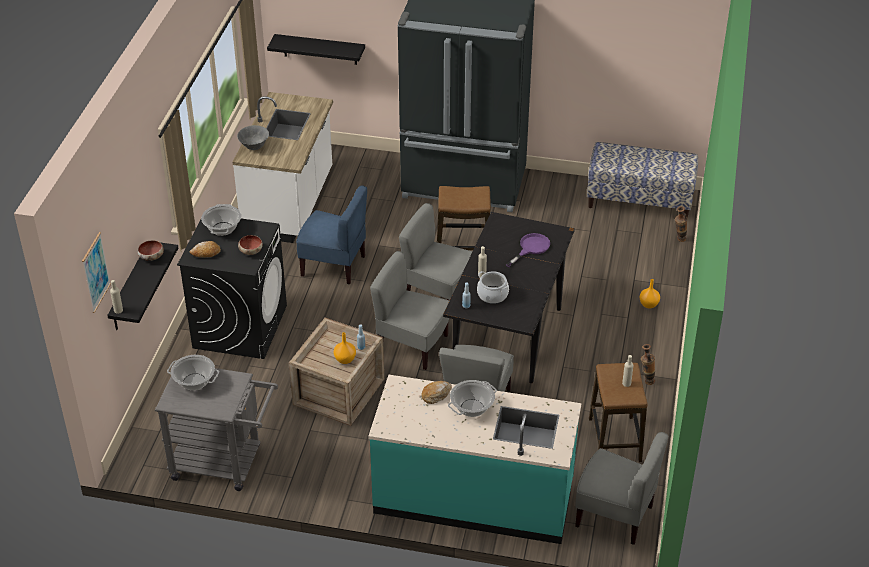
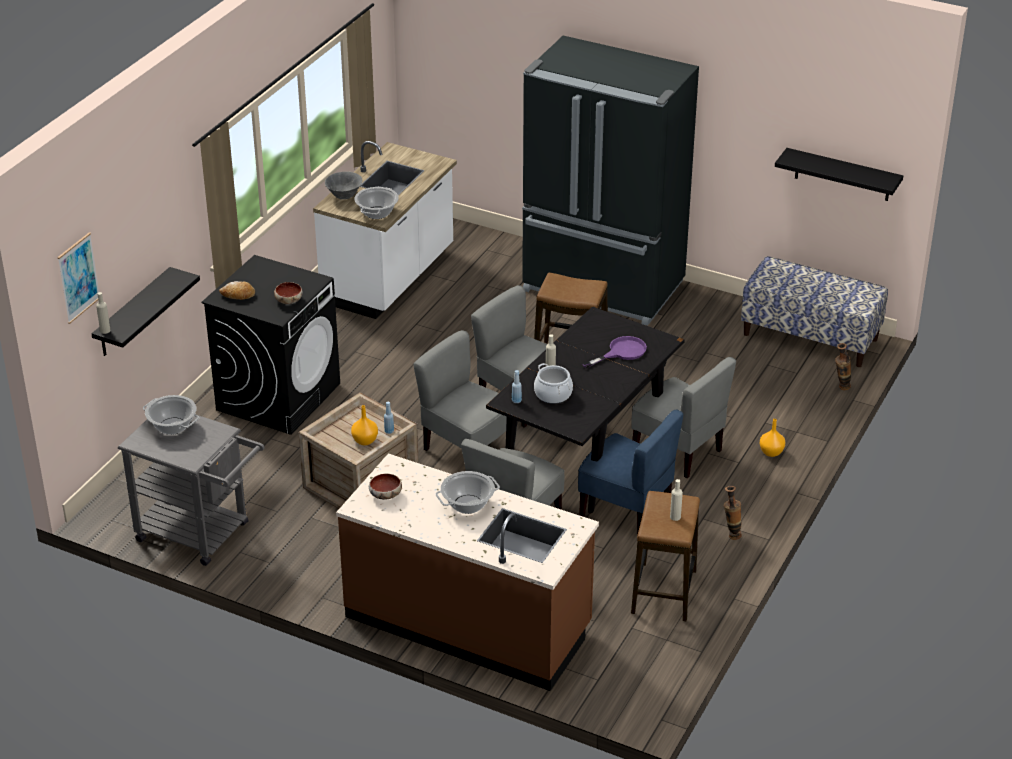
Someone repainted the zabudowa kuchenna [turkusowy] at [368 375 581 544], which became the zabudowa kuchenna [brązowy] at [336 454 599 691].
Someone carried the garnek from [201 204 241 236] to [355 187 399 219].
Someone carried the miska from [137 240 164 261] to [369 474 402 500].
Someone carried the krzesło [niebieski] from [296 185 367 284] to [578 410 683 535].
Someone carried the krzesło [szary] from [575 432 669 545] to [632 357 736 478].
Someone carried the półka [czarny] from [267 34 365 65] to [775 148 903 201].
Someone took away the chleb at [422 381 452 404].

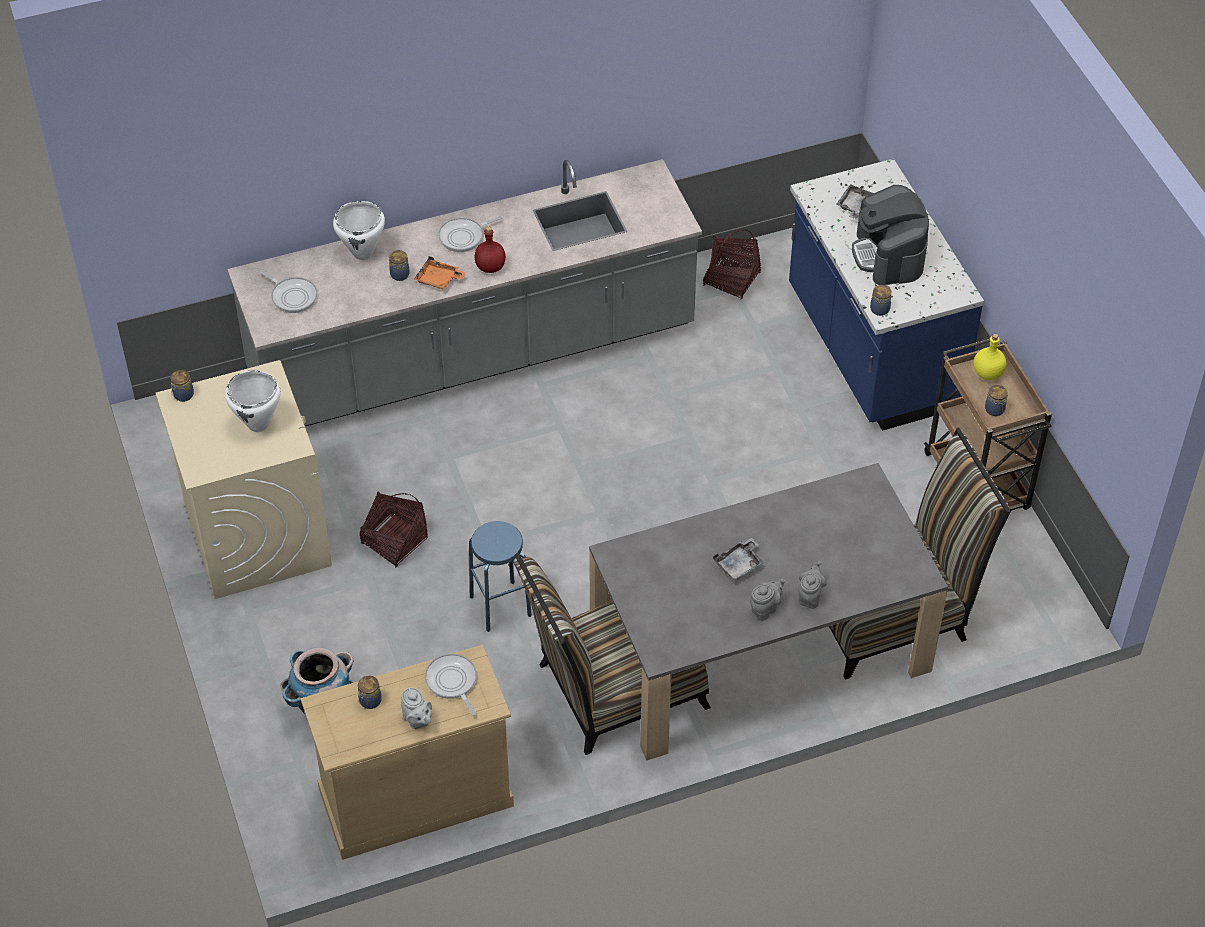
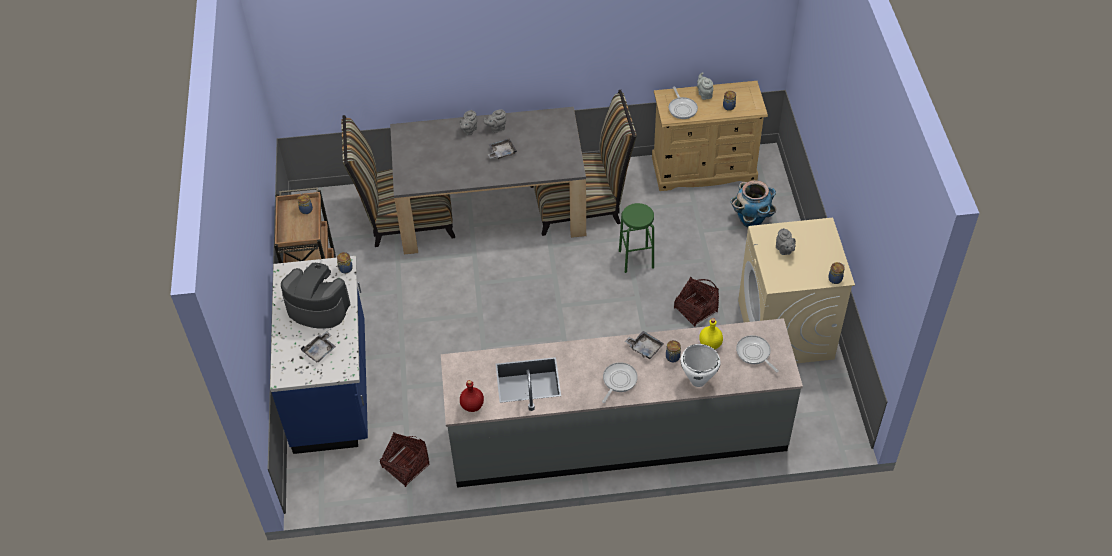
Someone rotated the ekspres do kawy at [852 185 929 285] by 75 degrees counterclockwise.
Someone carried the butelka [czerwony] from [474 227 506 273] to [460 380 484 412].
Someone rotated the patelnia at [438 216 503 252] by 45 degrees counterclockwise.
Someone repainted the stołek [niebieski] at [469 521 532 632], which became the stołek [zielony] at [619 203 654 273].
Someone repainted the taca [pomarańczowy] at [414 256 466 289], which became the taca [szary] at [625 331 664 359].
Someone carried the butelka [żółty] from [973 334 1007 380] to [699 318 723 349].
Someone swapped the garnek [biały] at [225 370 281 432] for the imbryk [szary] at [776 228 796 255].

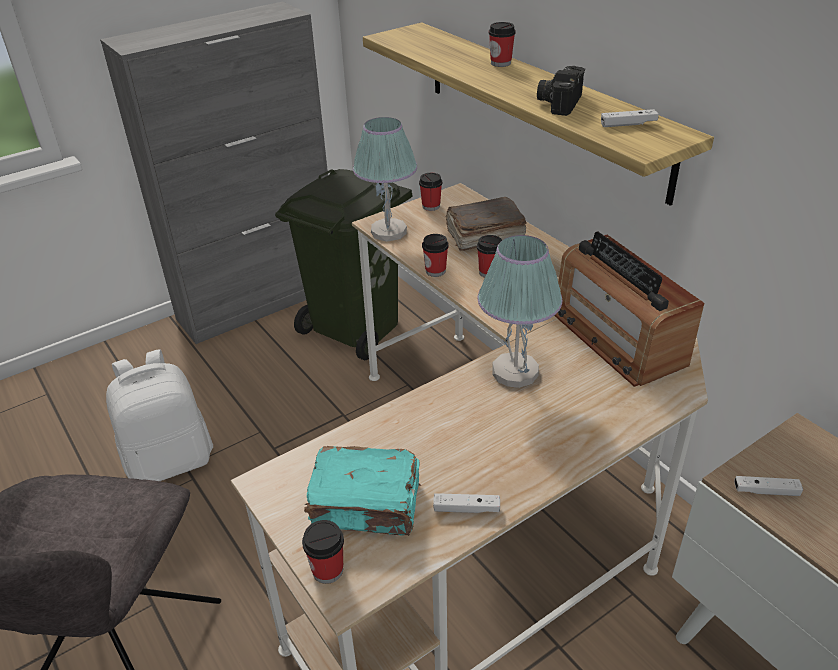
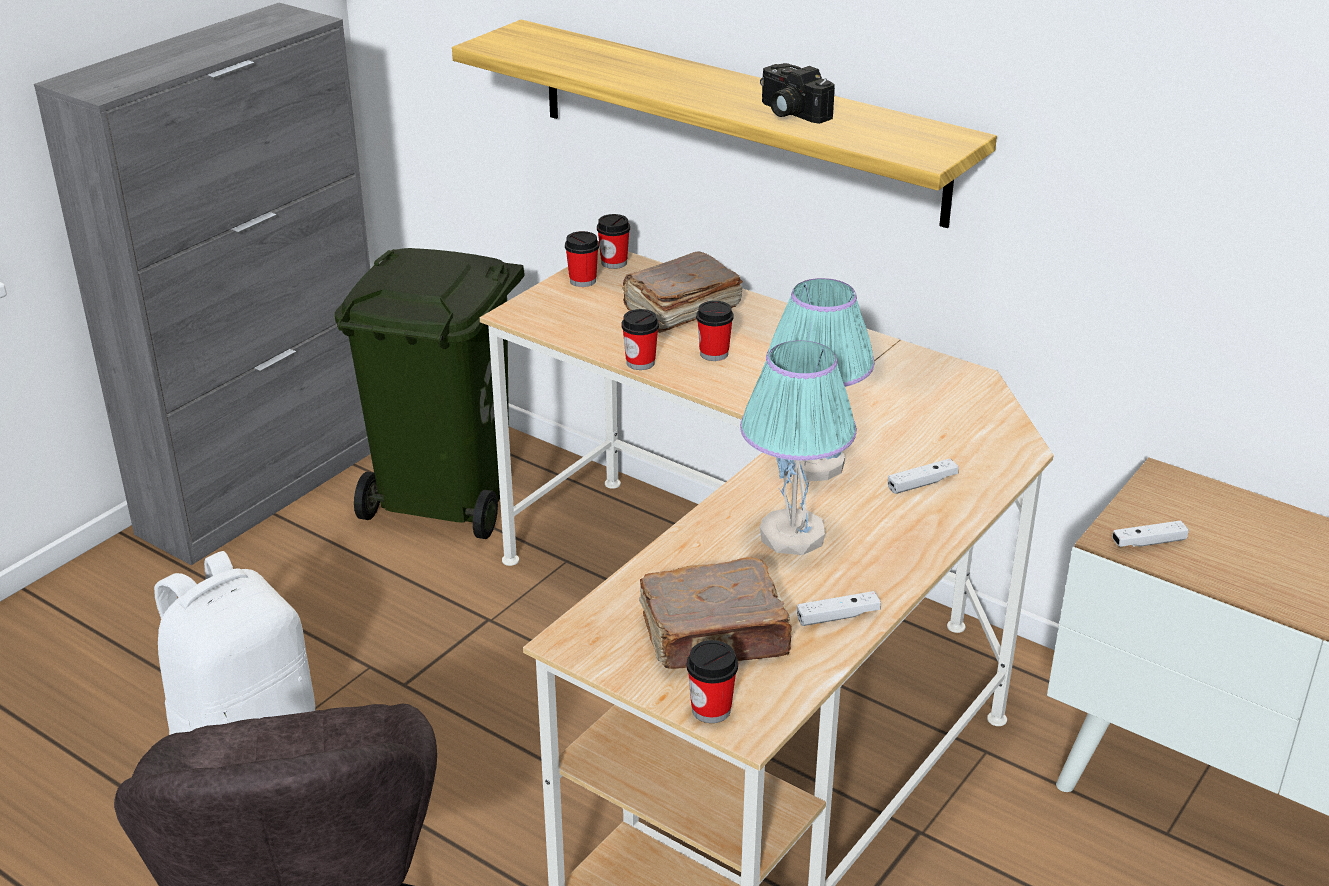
Someone carried the filiżanka from [489 22 516 67] to [597 214 630 269].
Someone repainted the książka [turkusowy] at [304 446 421 536], which became the książka [brązowy] at [639 557 795 669].
Someone carried the lampa stołowa from [353 117 417 242] to [740 340 857 555].
Someone rotated the aparat fotograficzny at [537 66 585 116] by 45 degrees counterclockwise.
Someone carried the pad do gier [biały] from [601 109 659 127] to [888 458 959 494].
Someone took away the radio at [554 232 704 387].

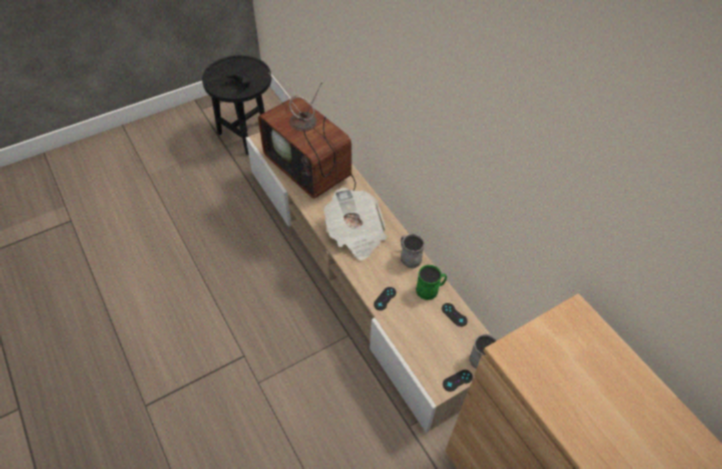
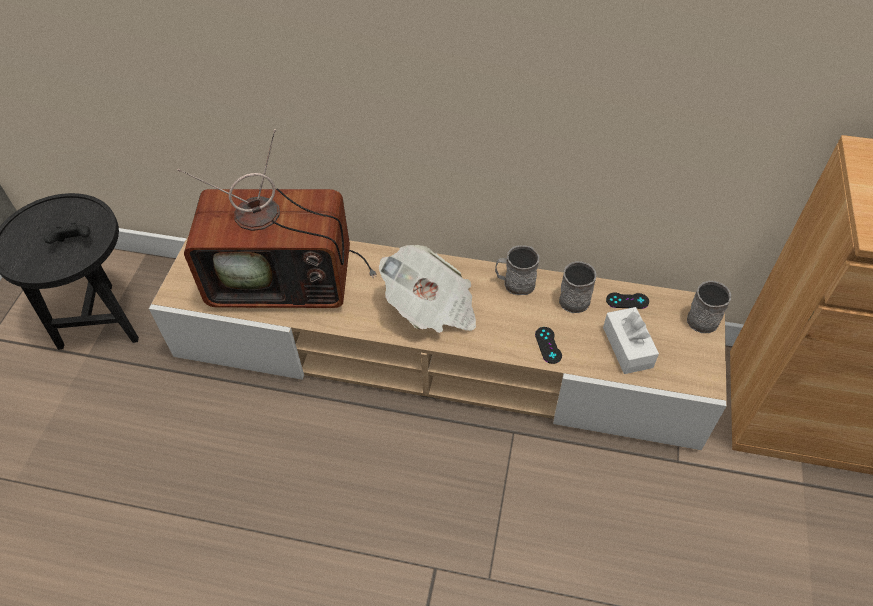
Someone repainted the kubek [zielony] at [416 265 447 300], which became the kubek [szary] at [559 261 596 313].
Someone put down the pudełko chusteczek [biały] at [603 307 659 374].
Someone took away the pad do gier [czarny] at [443 370 473 392].

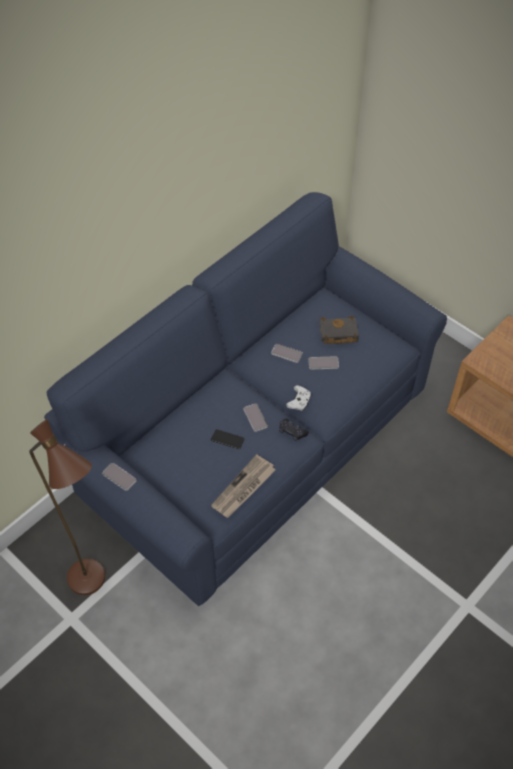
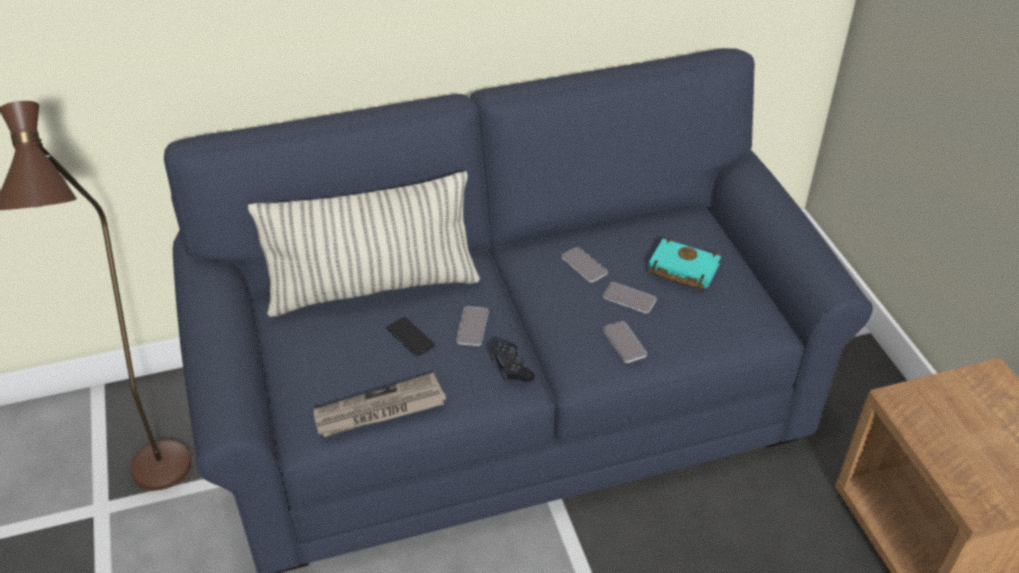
Someone put down the poduszka at [248 171 480 317].
Someone carried the telefon from [102 463 137 491] to [603 321 647 363].
Someone repainted the książka [czarny] at [319 316 359 344], which became the książka [turkusowy] at [648 238 721 290].
Someone took away the pad do gier [biały] at [286 385 311 411].

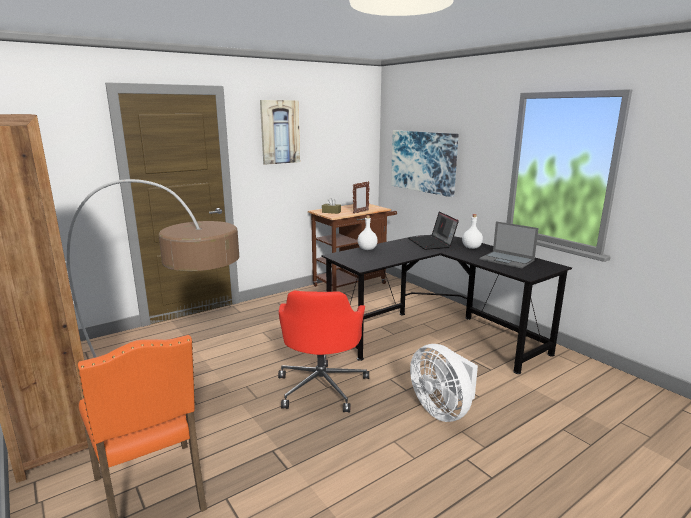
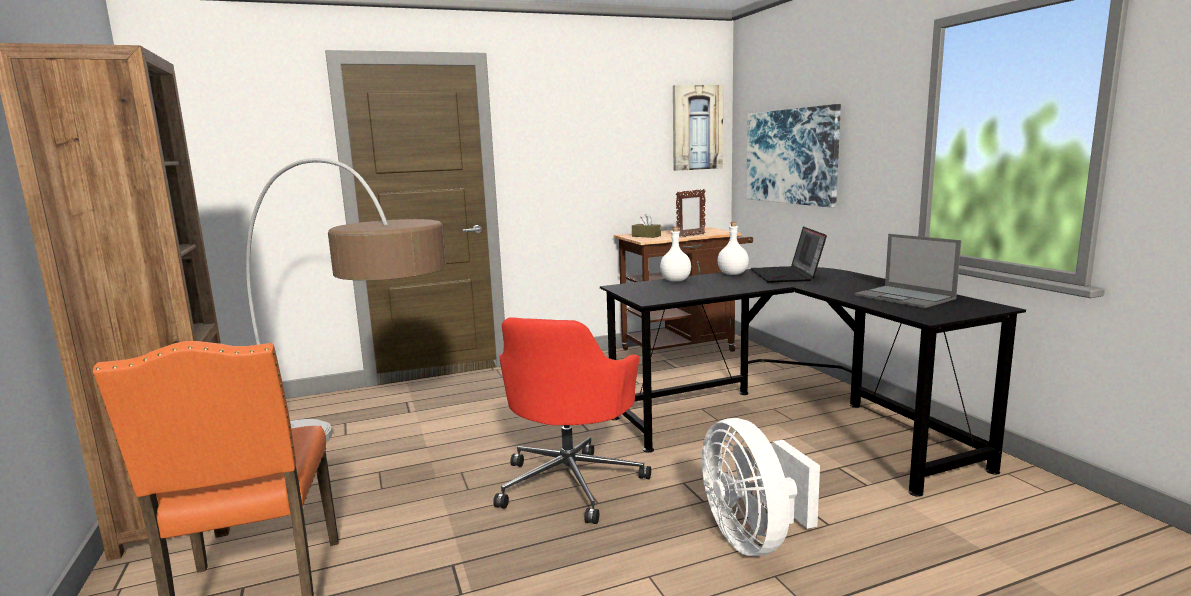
Someone carried the obraz from [260 100 300 165] to [673 85 723 171].
Someone carried the butelka [biały] from [462 214 483 249] to [718 222 749 275].

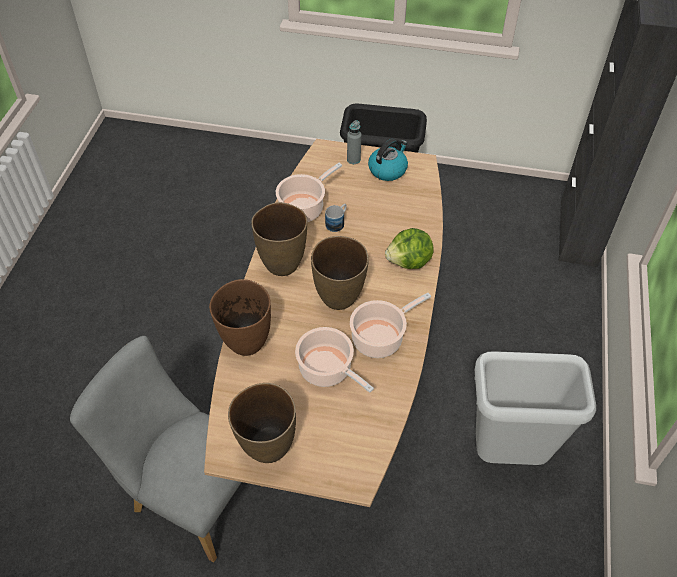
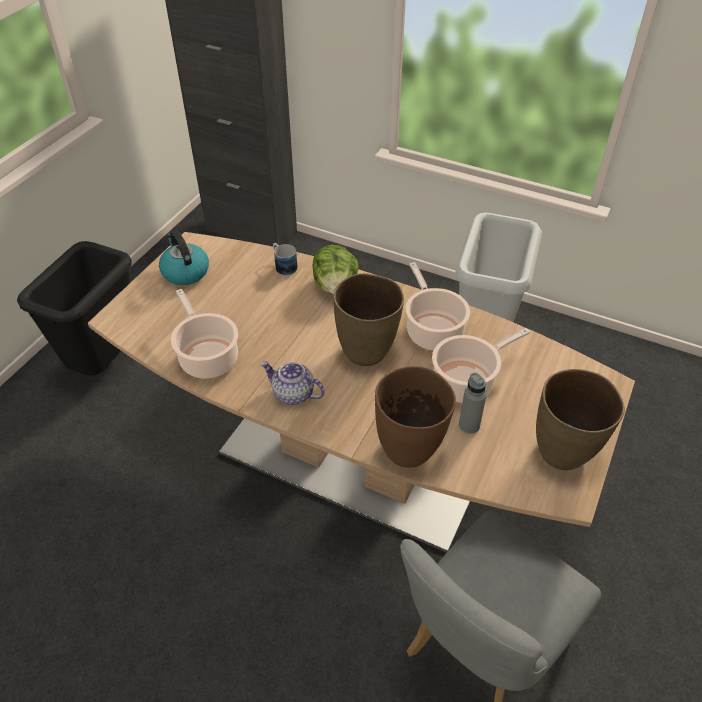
Someone swapped the wazon [brązowy] at [251 202 307 276] for the imbryk at [261 361 325 405].
Someone carried the kubek from [325 204 347 232] to [273 243 297 275].
Someone carried the butelka [szary] from [347 120 361 164] to [459 373 487 434].

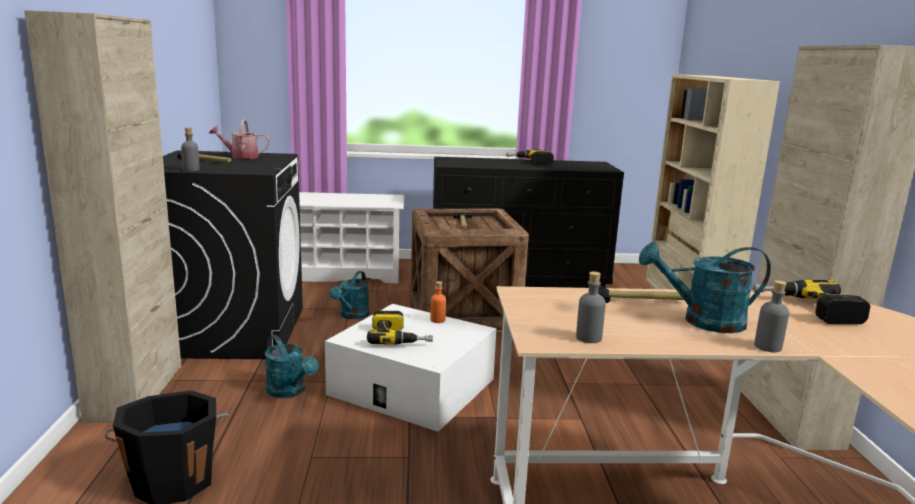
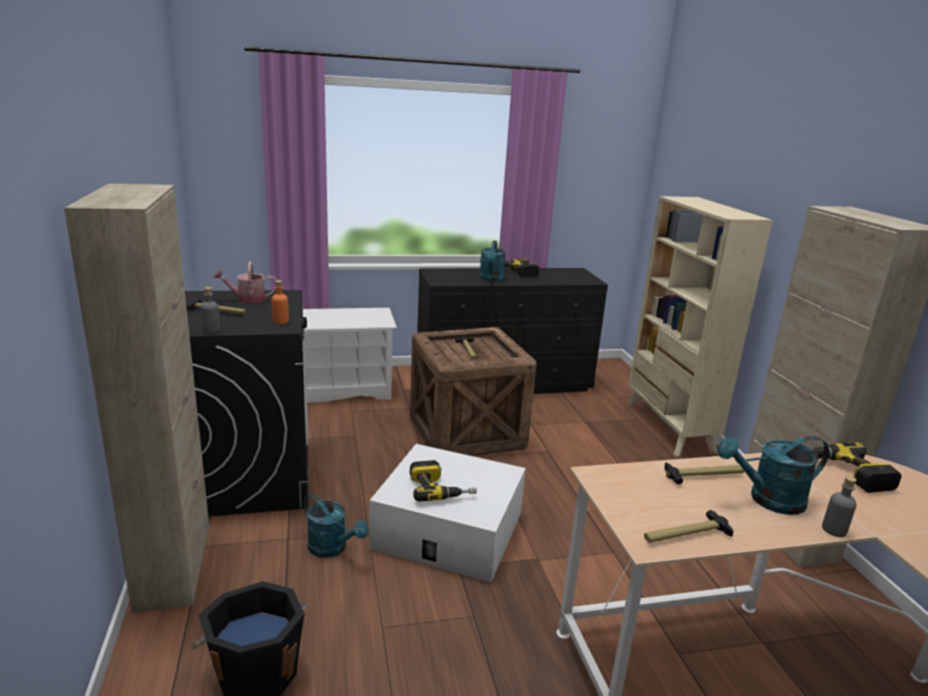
Someone carried the butelka [pomarańczowy] from [430 281 446 323] to [272 280 289 324].
Someone carried the konewka [turkusowy] from [329 271 370 319] to [479 241 506 282].
Someone swapped the butelka [szary] at [576 271 606 343] for the młotek at [644 510 734 543].

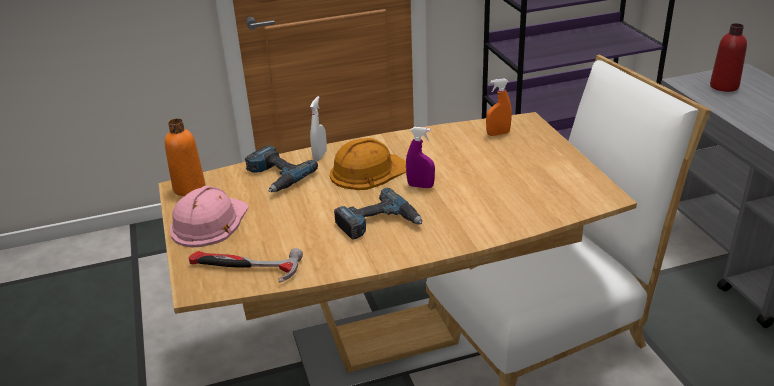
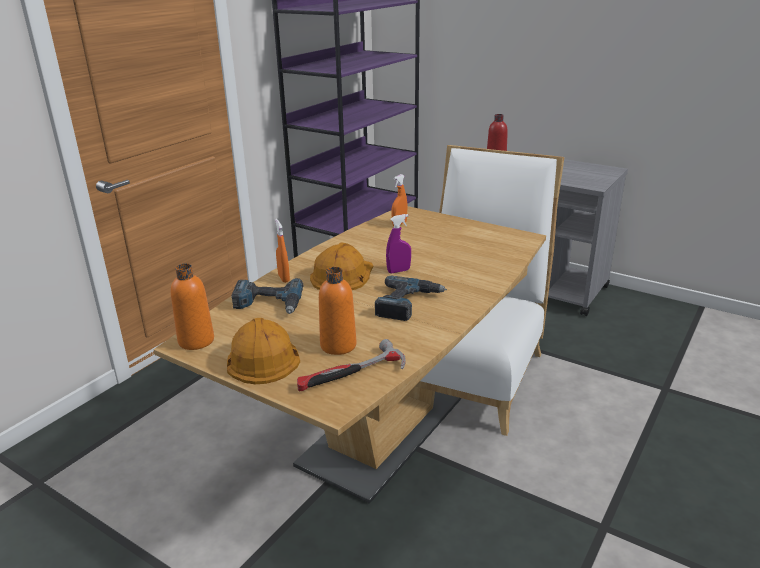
Someone repainted the kask [różowy] at [170 186 248 247], which became the kask [pomarańczowy] at [227 318 300 384].
Someone repainted the spryskiwacz [biały] at [310 96 327 161], which became the spryskiwacz [pomarańczowy] at [275 219 290 283].
Someone put down the butelka [pomarańczowy] at [319 267 356 355].

